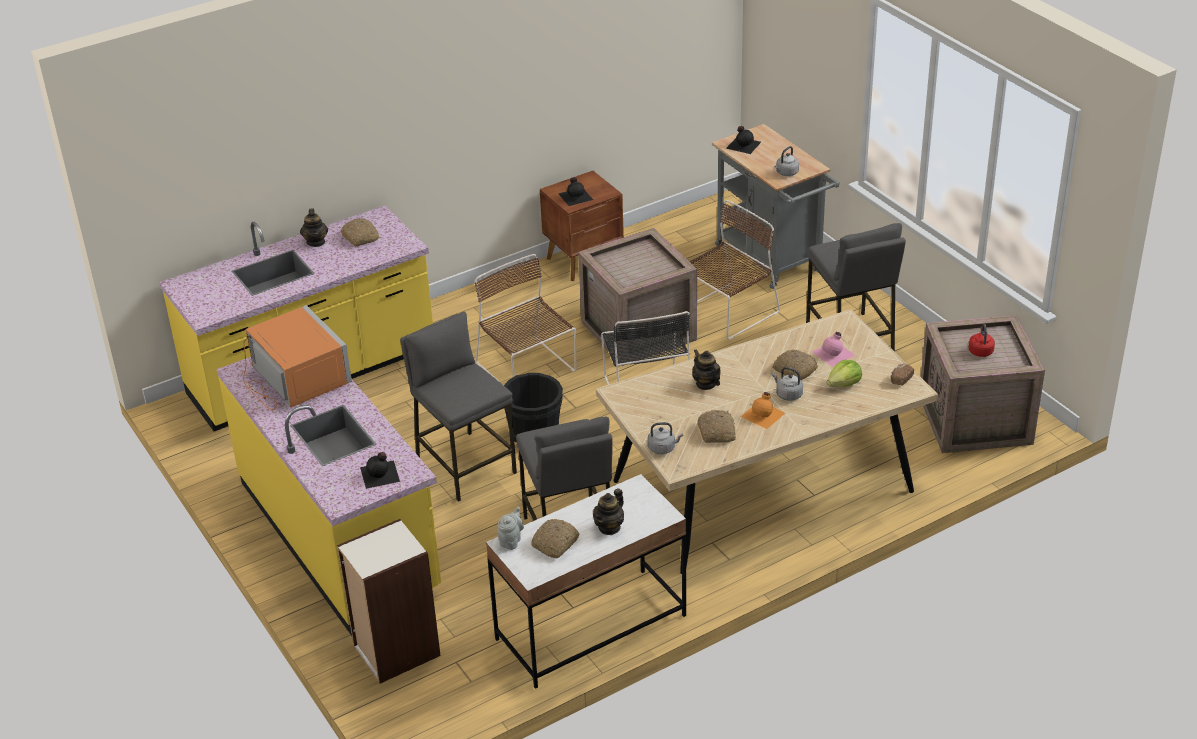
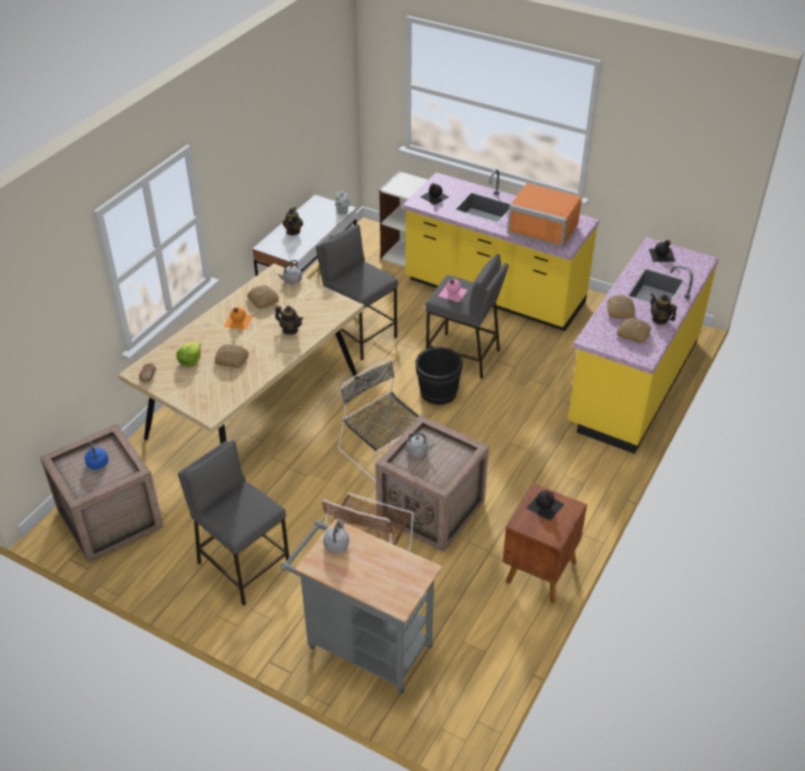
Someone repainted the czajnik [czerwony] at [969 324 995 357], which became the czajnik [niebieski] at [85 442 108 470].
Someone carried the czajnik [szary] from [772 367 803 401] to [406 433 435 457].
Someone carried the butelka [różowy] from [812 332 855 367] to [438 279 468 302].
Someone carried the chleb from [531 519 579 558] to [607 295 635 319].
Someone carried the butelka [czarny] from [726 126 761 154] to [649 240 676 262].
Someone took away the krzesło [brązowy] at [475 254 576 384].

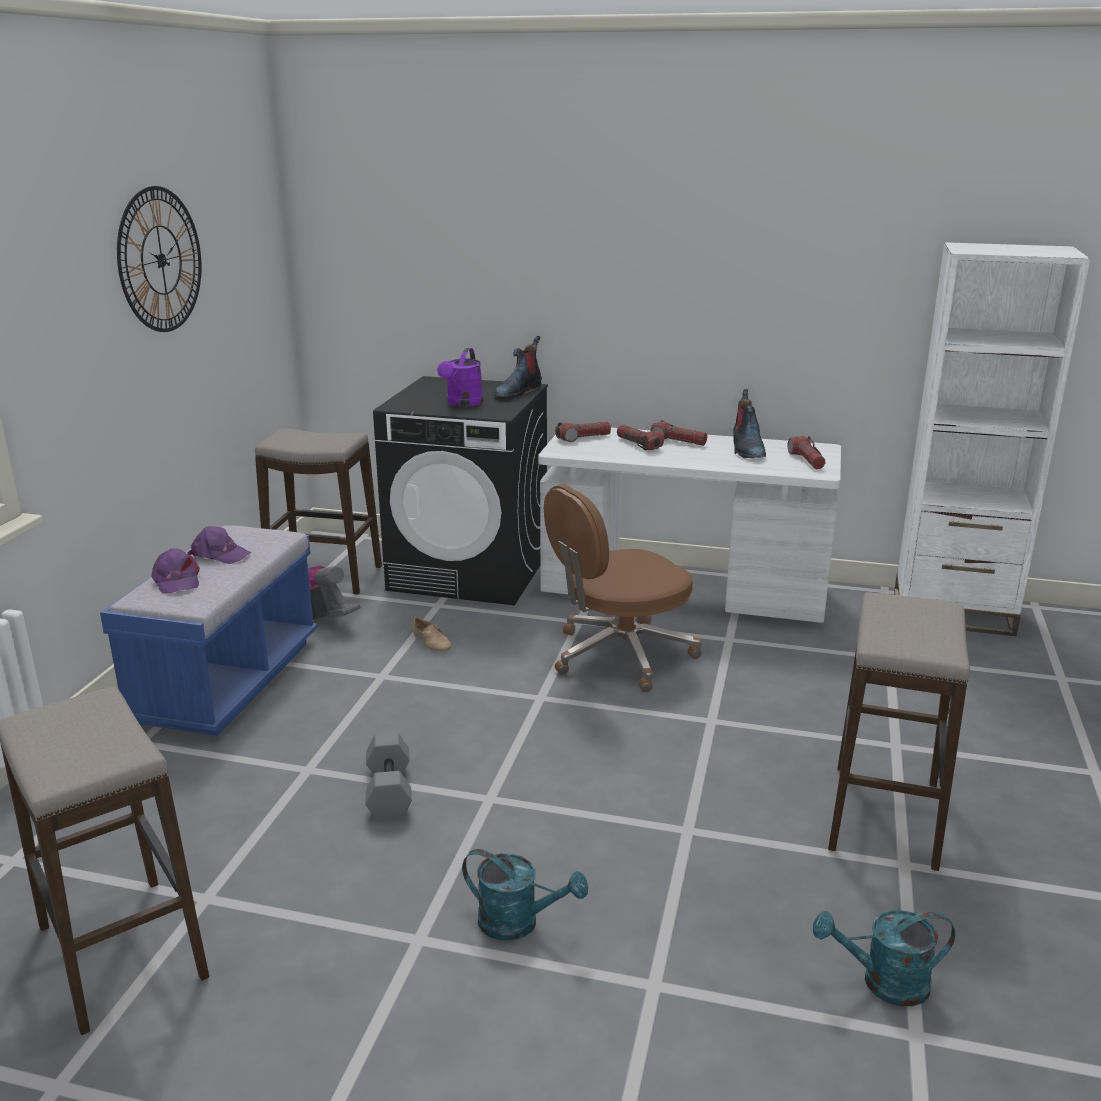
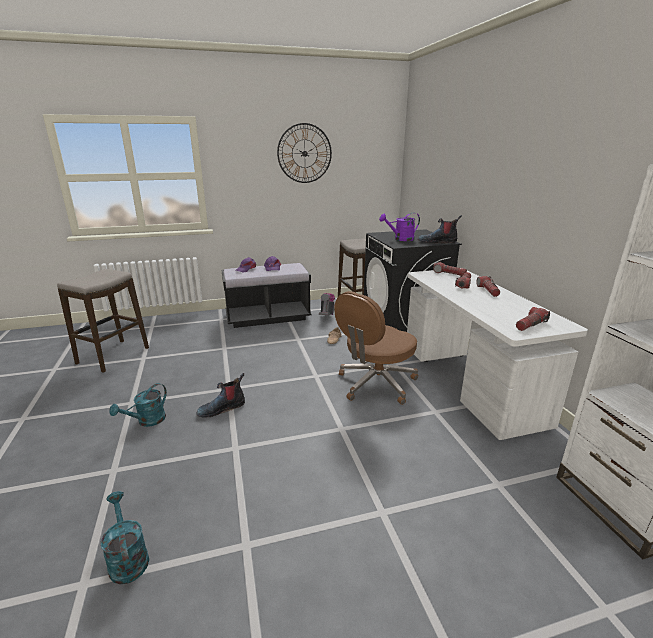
Someone rotated the konewka [turkusowy] at [462 849 588 941] by 45 degrees clockwise.
Someone carried the but z cholewką from [733 389 766 459] to [196 373 245 418].
Someone repainted the ławka [niebieski] at [100 525 318 736], which became the ławka [czarny] at [222 263 312 328].
Someone rotated the krzesło biurowe [brązowy] at [544 484 702 692] by 75 degrees counterclockwise.
Someone took away the hantel [szary] at [366 733 412 821].
Someone took away the stołek at [828 592 970 871].

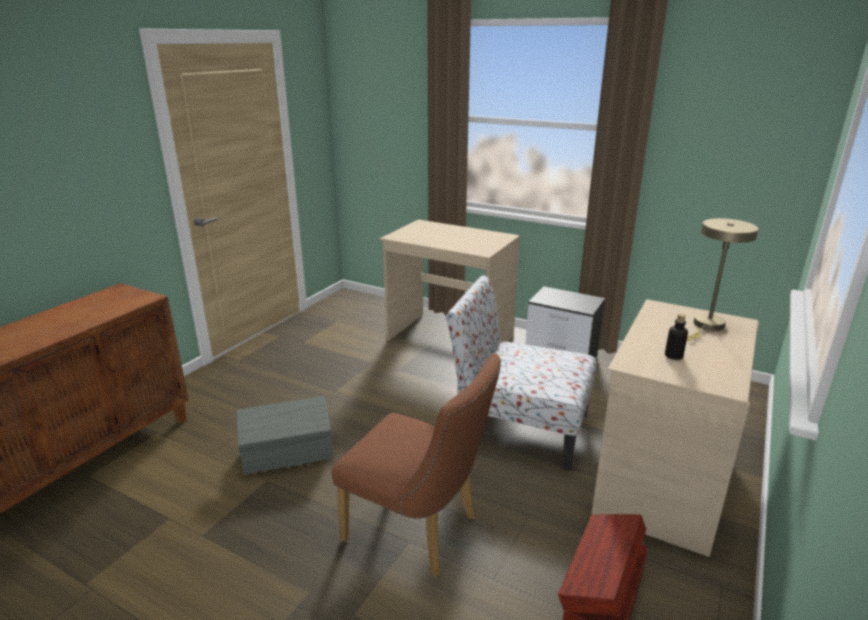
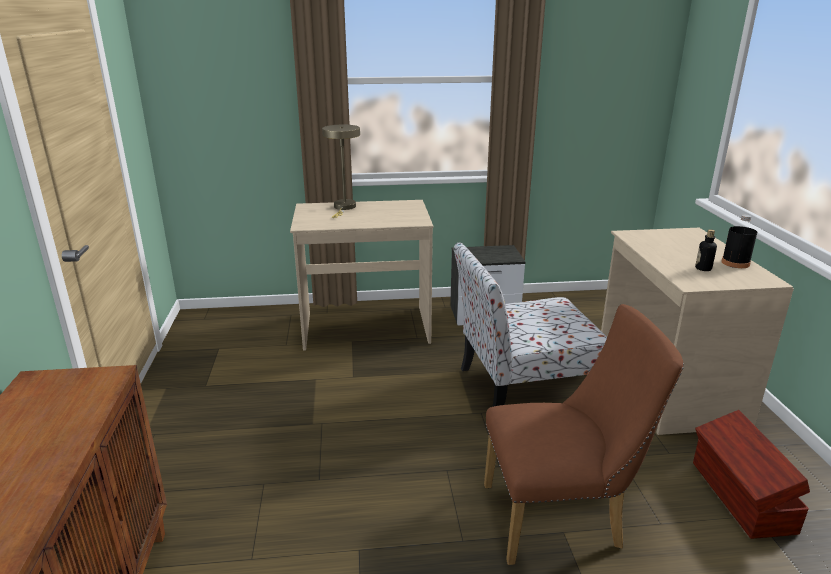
Someone carried the lampa stołowa [beżowy] from [687 218 759 341] to [322 125 360 218].
Someone put down the butelka [czarny] at [721 215 757 268].
Someone took away the pojemnik do przechowywania [szary] at [236 396 333 474].

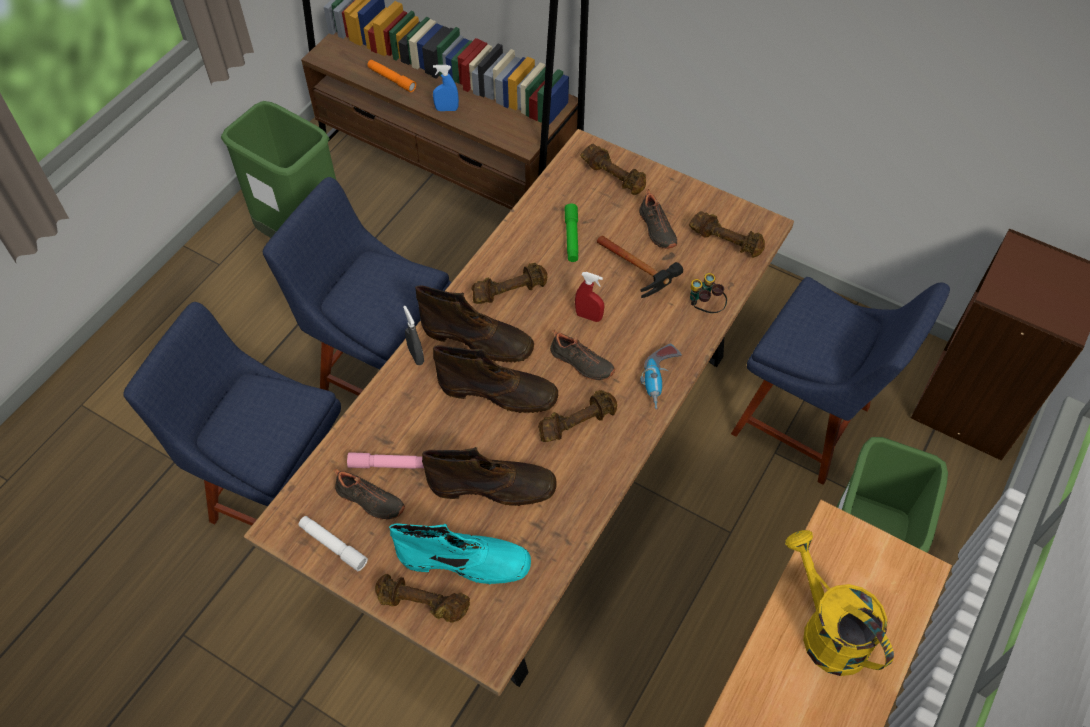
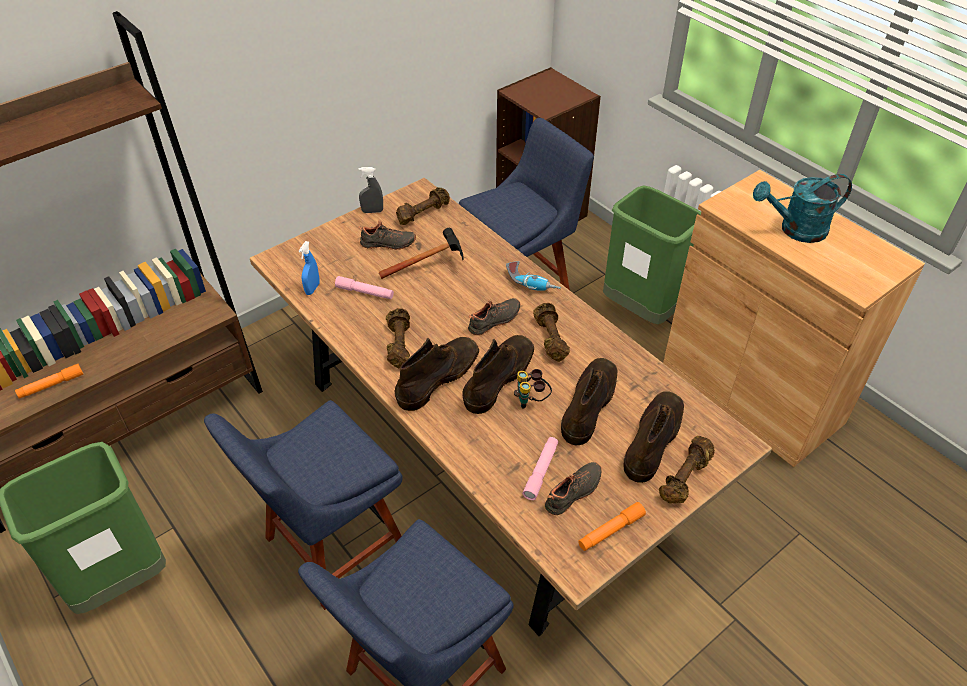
Someone carried the spryskiwacz [niebieski] from [433 65 459 111] to [299 241 320 295].
Someone repainted the latarka [zielony] at [565 204 578 262], which became the latarka [różowy] at [335 276 394 299].
Someone carried the spryskiwacz [szary] from [403 306 424 365] to [359 167 383 213].
Someone carried the lornetka from [690 273 727 313] to [514 369 552 409].
Someone repainted the latarka [biały] at [298 516 368 571], which became the latarka [pomarańczowy] at [578 502 646 551].
Someone repainted the but z cholewką [turkusowy] at [389 524 531 584], which became the but z cholewką [brązowy] at [624 391 684 483].
Someone repainted the konewka [żółty] at [785 530 894 676], which became the konewka [turkusowy] at [753 174 852 243].
Someone took away the spryskiwacz [czerwony] at [575 272 604 322].
Someone took away the hantel [brązowy] at [580 144 646 195].

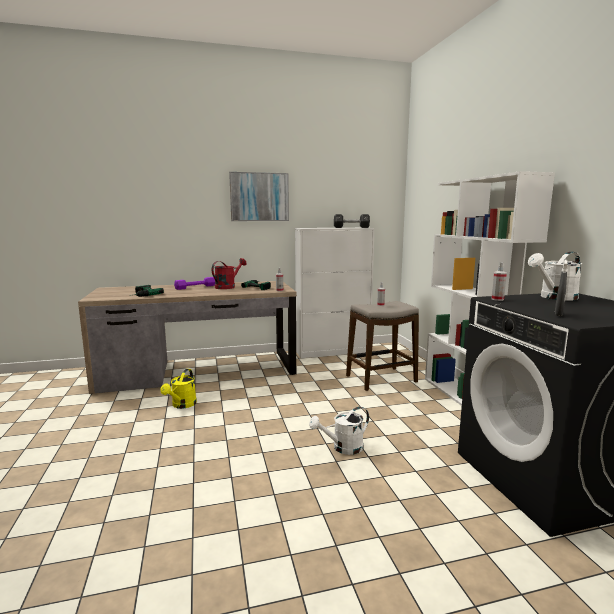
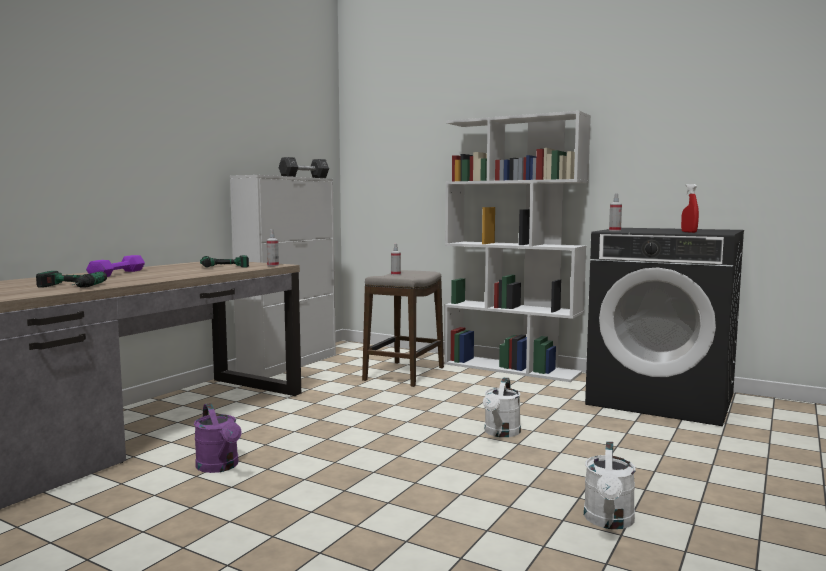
Someone repainted the konewka [żółty] at [160 369 197 409], which became the konewka [fioletowy] at [194 403 241 473].
Someone carried the konewka [biały] from [528 252 582 300] to [584 441 636 529].
Someone repainted the spryskiwacz [szary] at [555 260 568 316], which became the spryskiwacz [czerwony] at [681 184 699 233].
Someone took away the konewka [czerwony] at [212 258 246 289].
Someone took away the obraz at [229 172 289 221].

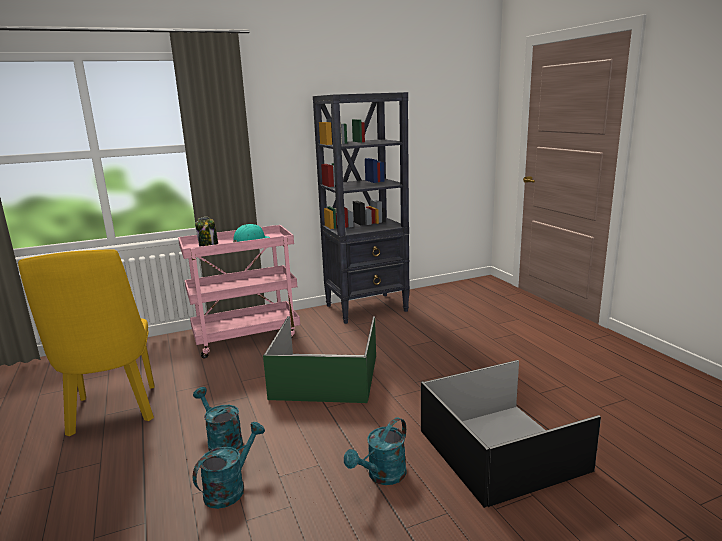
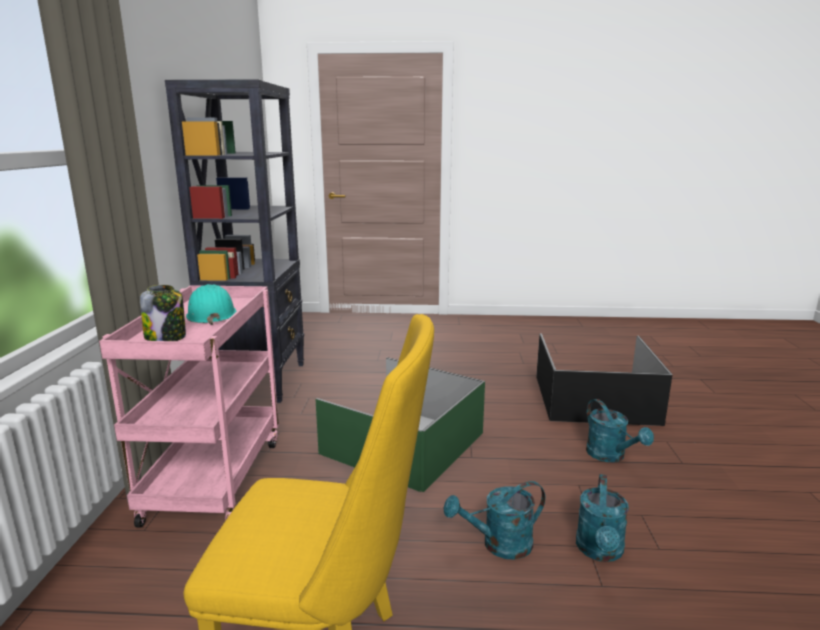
Someone rotated the konewka [turkusowy] at [193 422 265 509] by 135 degrees counterclockwise.

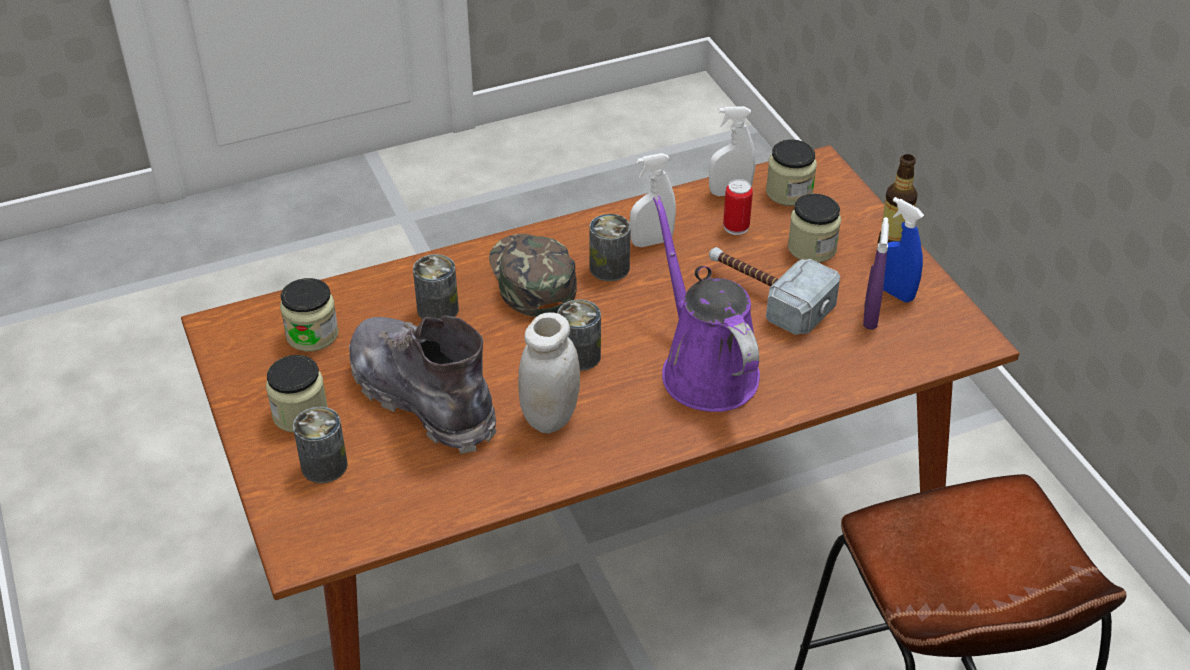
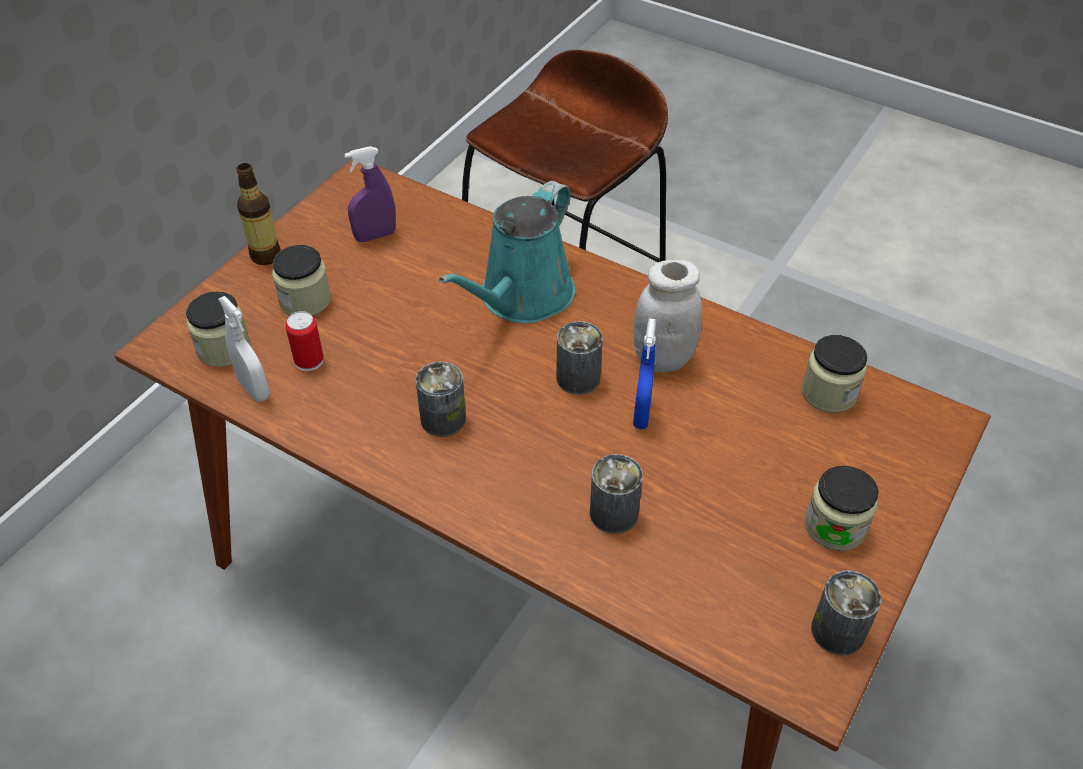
Someone repainted the konewka [fioletowy] at [653 195 760 412], which became the konewka [turkusowy] at [439 181 575 324].
Someone carried the spryskiwacz [niebieski] from [883 197 924 303] to [633 318 656 429].
Someone carried the słoik from [280 278 339 351] to [801 335 867 413].
Someone carried the puszka from [293 407 348 483] to [811 570 881 655].
Someone took away the but z cholewką [szary] at [349 315 496 454].
Someone took away the czapka z daszkiem [zielony] at [489 234 577 317].
Someone took away the spryskiwacz [biały] at [630 153 676 247].
Someone took away the młotek at [709 247 840 335].

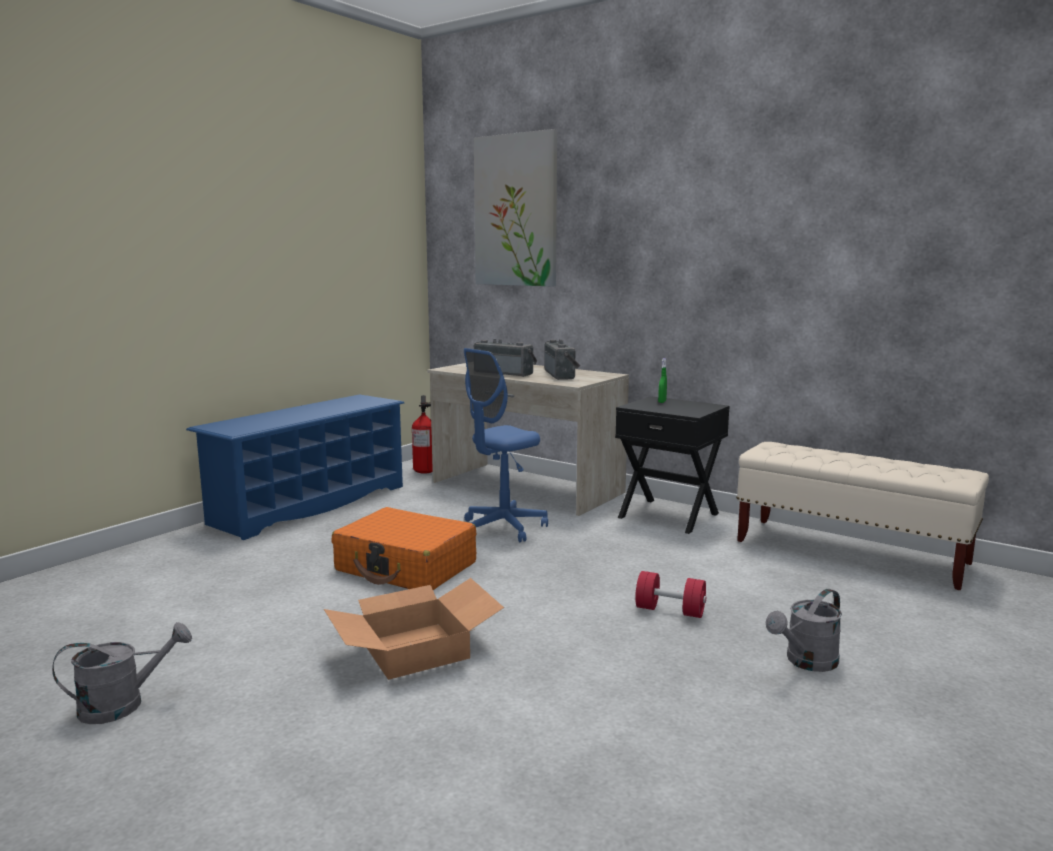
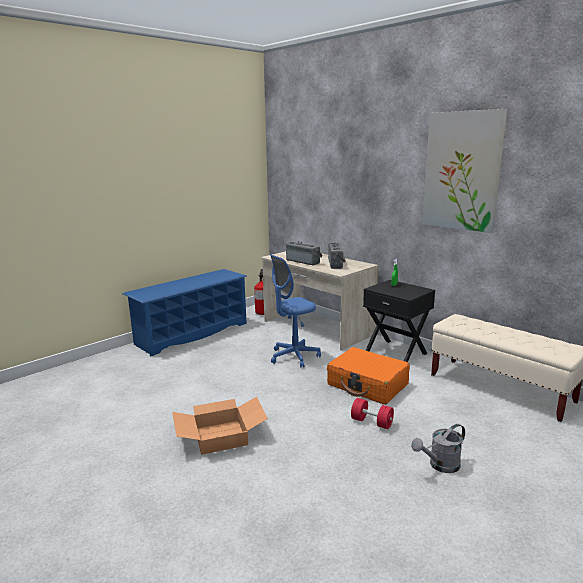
Someone carried the walizka [pomarańczowy] from [331 507 476 590] to [327 347 410 405].
Someone carried the obraz from [474 129 557 287] to [422 109 507 233].
Someone took away the konewka [szary] at [52 622 192 724].

